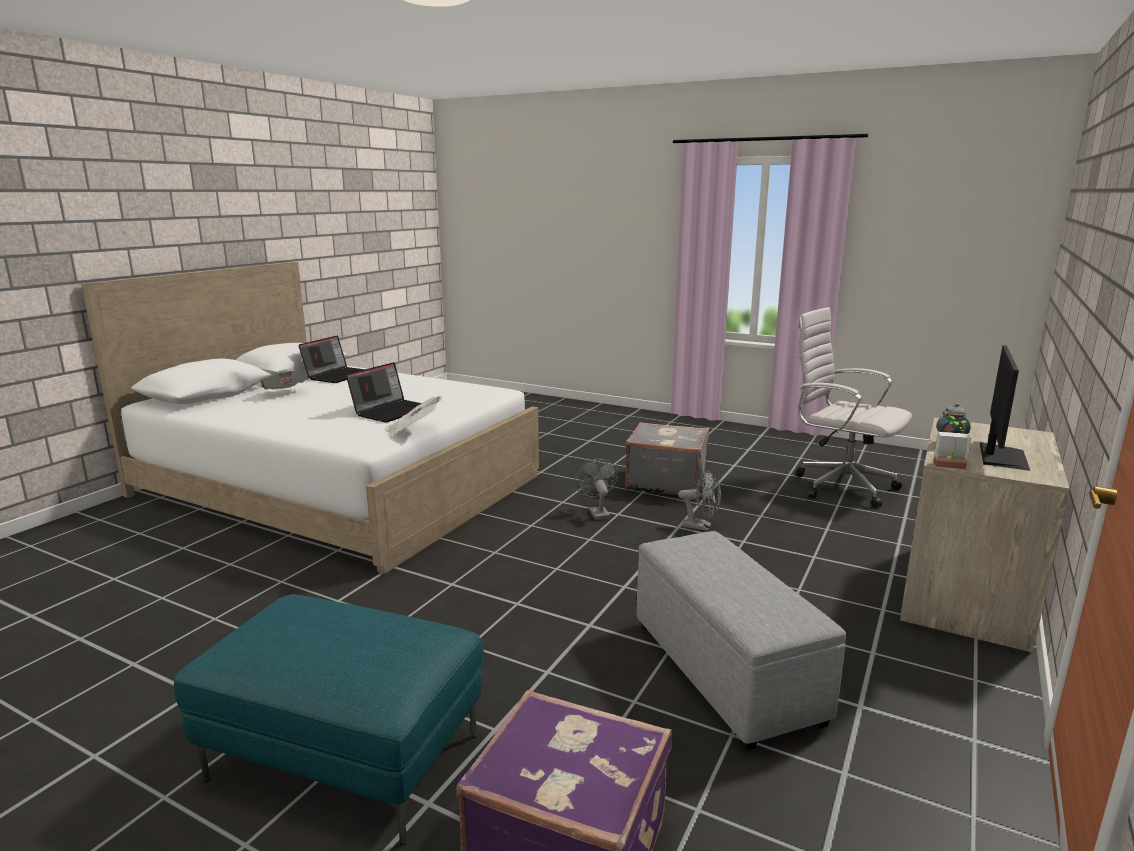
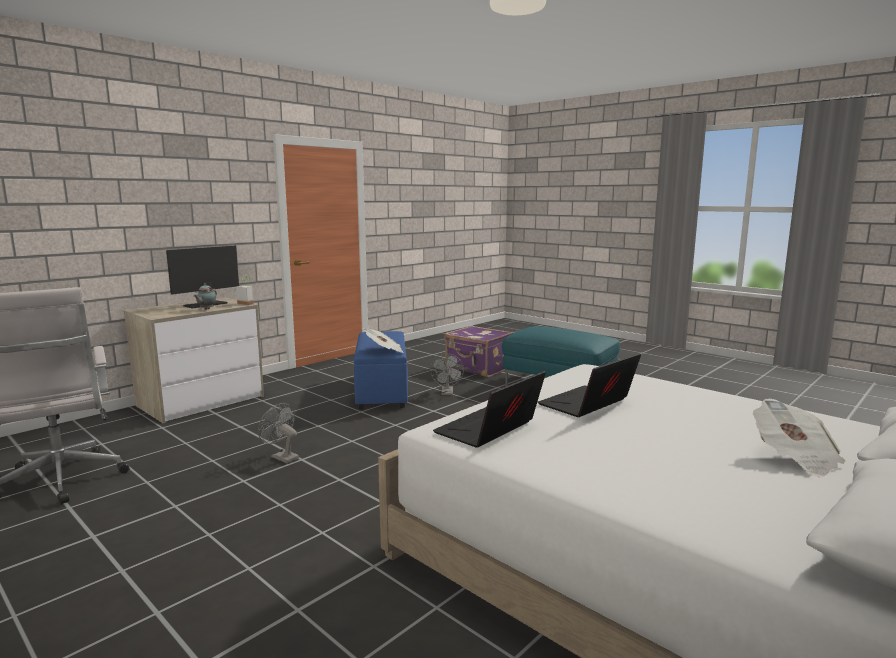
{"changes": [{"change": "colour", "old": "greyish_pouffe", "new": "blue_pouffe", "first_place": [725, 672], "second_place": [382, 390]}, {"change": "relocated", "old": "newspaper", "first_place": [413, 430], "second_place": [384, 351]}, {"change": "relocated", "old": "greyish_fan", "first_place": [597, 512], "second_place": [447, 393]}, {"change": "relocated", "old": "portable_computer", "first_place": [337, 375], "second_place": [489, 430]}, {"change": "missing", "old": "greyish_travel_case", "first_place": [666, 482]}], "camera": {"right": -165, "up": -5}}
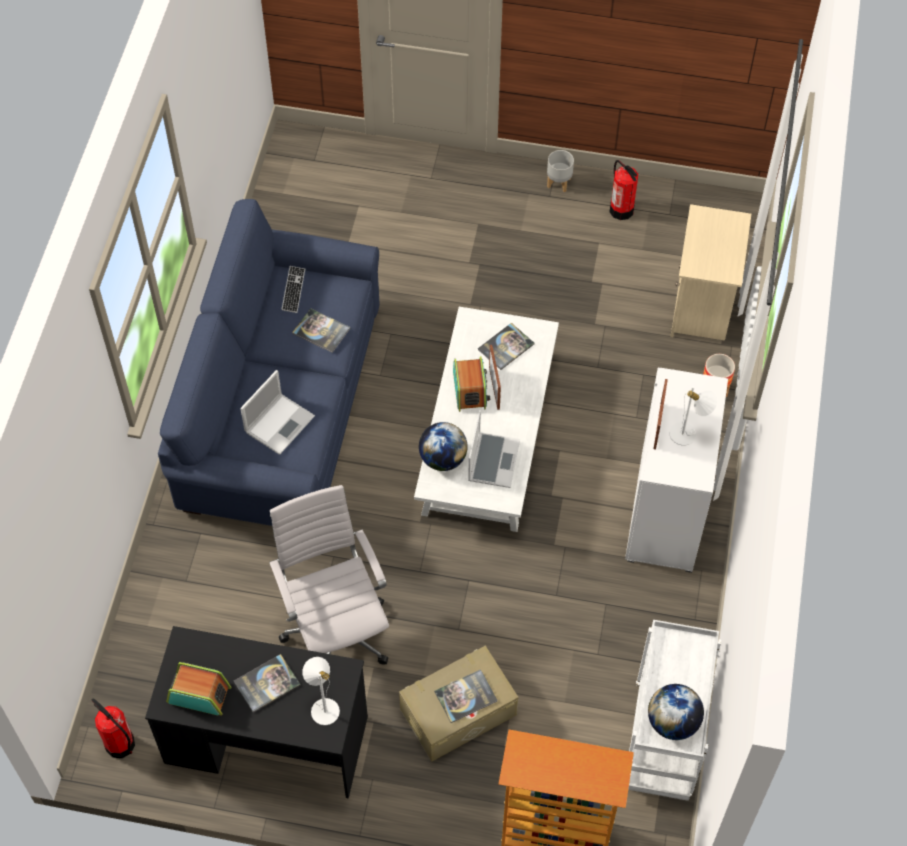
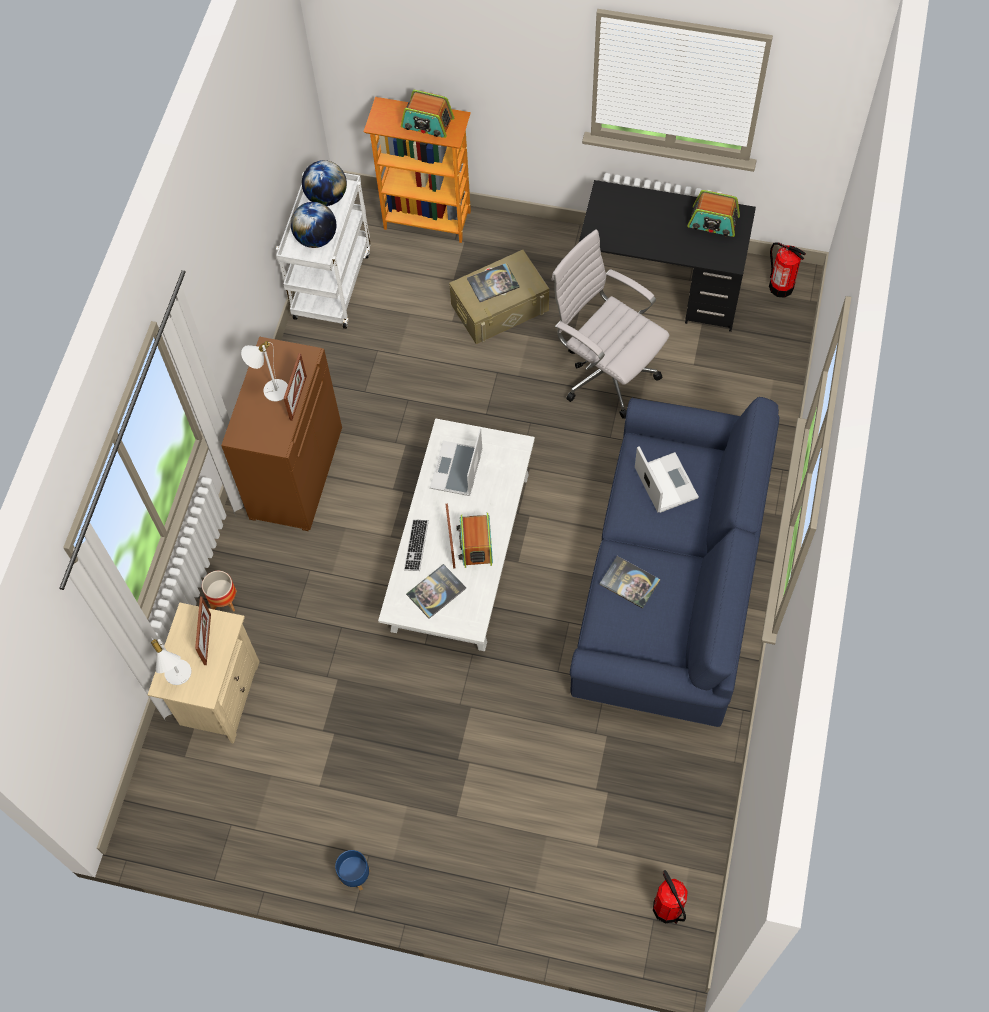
{"changes": [{"change": "relocated", "old": "white-coloured_lamp_for_a_table", "first_place": [323, 706], "second_place": [179, 677]}, {"change": "appeared", "new": "standing_frame", "second_place": [207, 639]}, {"change": "colour", "old": "white-coloured_cupboard", "new": "brown-coloured_cupboard", "first_place": [667, 513], "second_place": [295, 472]}, {"change": "relocated", "old": "desk_globe", "first_place": [443, 459], "second_place": [316, 238]}, {"change": "colour", "old": "greyish_flower_pot", "new": "blue_flower_pot", "first_place": [559, 182], "second_place": [355, 876]}, {"change": "appeared", "new": "radio_receiver", "second_place": [427, 123]}, {"change": "relocated", "old": "keyboard", "first_place": [293, 290], "second_place": [416, 546]}, {"change": "spun", "old": "white-coloured_office_chair", "first_place": [335, 630], "second_place": [605, 373], "degrees": 150}, {"change": "spun", "old": "portable_computer", "first_place": [280, 423], "second_place": [665, 482], "degrees": 120}, {"change": "relocated", "old": "extinguisher", "first_place": [621, 209], "second_place": [667, 908]}, {"change": "missing", "old": "book", "first_place": [267, 683]}], "camera": {"right": -175, "up": 5}}
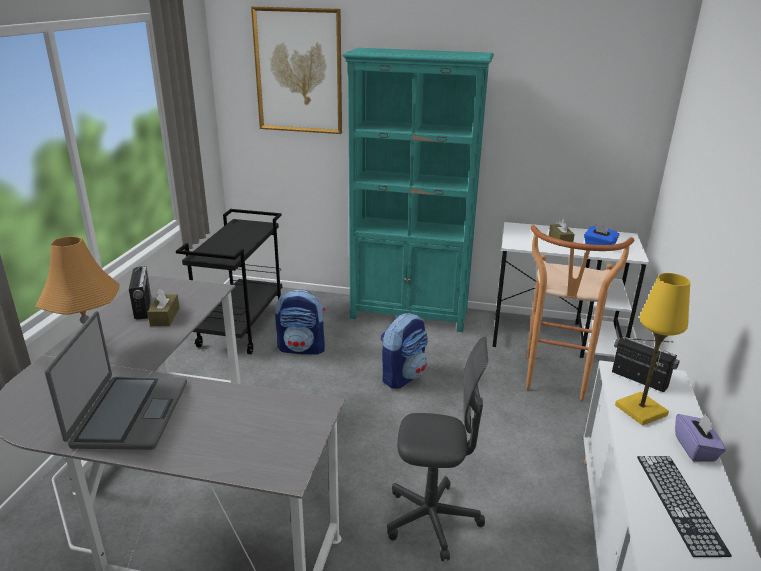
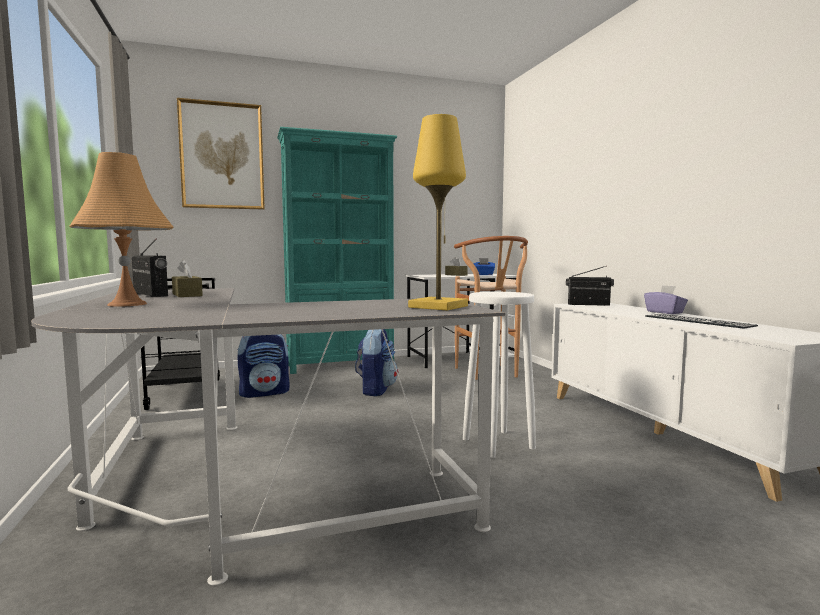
{"changes": [{"change": "relocated", "old": "yellow-coloured_lamp_for_a_table", "first_place": [641, 410], "second_place": [438, 307]}, {"change": "exchanged", "old": "greyish_office_chair", "new": "white-coloured_stool_seat", "first_place": [432, 520], "second_place": [498, 444]}, {"change": "missing", "old": "portable_computer", "first_place": [129, 413]}], "camera": {"right": -30, "up": -20}}
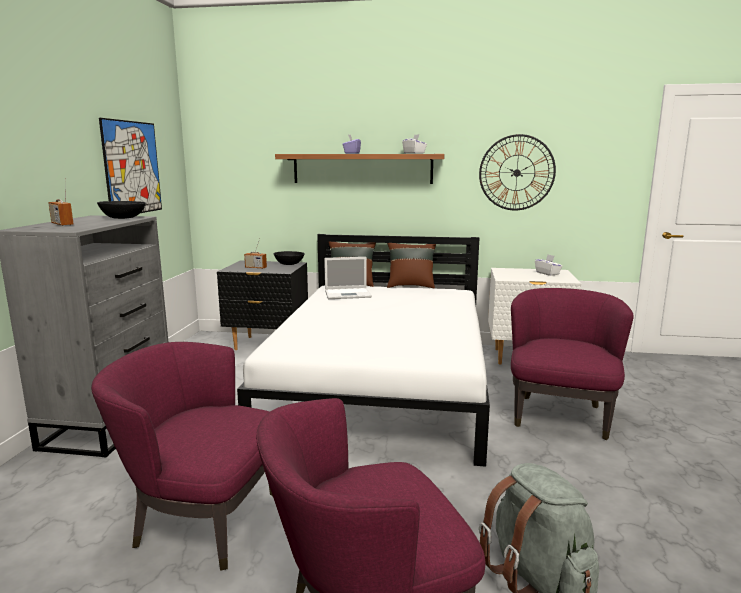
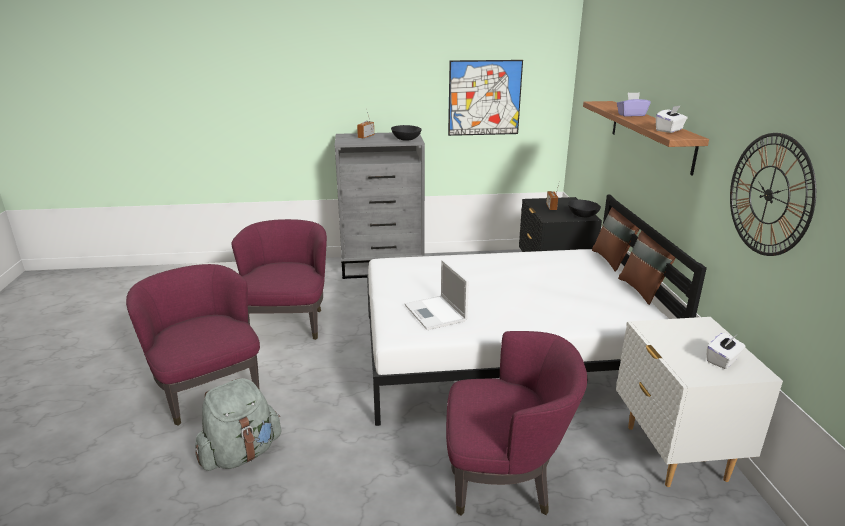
{"changes": [{"change": "relocated", "old": "portable_computer", "first_place": [348, 294], "second_place": [436, 313]}], "camera": {"right": 75, "up": 10}}
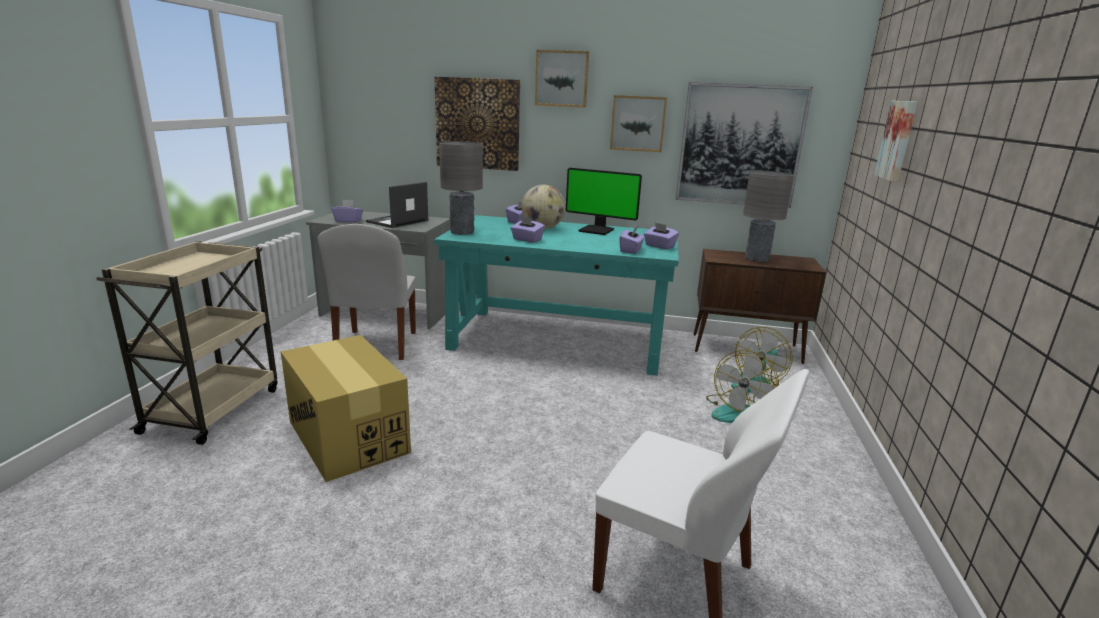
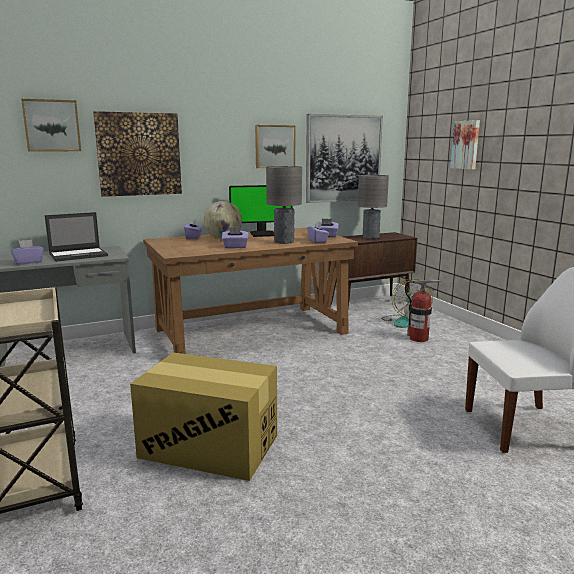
{"changes": [{"change": "relocated", "old": "wall_art", "first_place": [562, 79], "second_place": [52, 125]}, {"change": "spun", "old": "portable_computer", "first_place": [397, 221], "second_place": [79, 255], "degrees": -120}, {"change": "colour", "old": "turquoise_desk_unit", "new": "brown-coloured_desk_unit", "first_place": [558, 339], "second_place": [250, 331]}, {"change": "relocated", "old": "greyish_lamp_for_a_table", "first_place": [462, 232], "second_place": [284, 242]}, {"change": "exchanged", "old": "fan", "new": "extinguisher", "first_place": [736, 411], "second_place": [419, 338]}, {"change": "missing", "old": "white-coloured_upright_chair", "first_place": [376, 346]}], "camera": {"right": -35, "up": -5}}
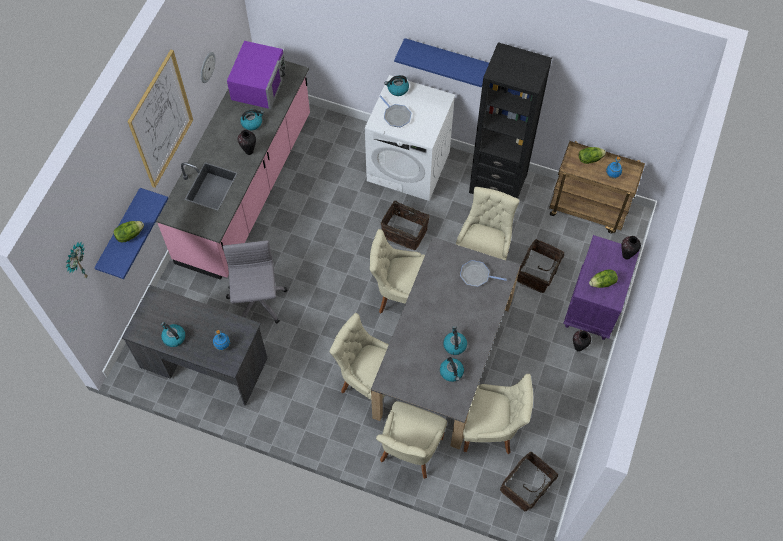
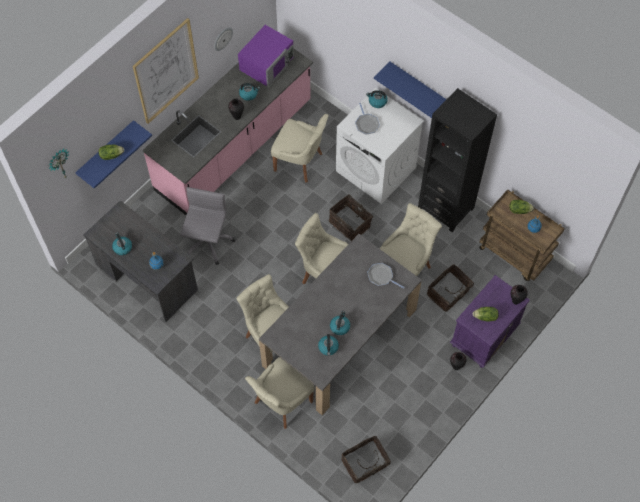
{"changes": [{"change": "relocated", "old": "sand-coloured_upright_chair", "first_place": [490, 429], "second_place": [300, 162]}], "camera": {"right": 20, "up": 0}}
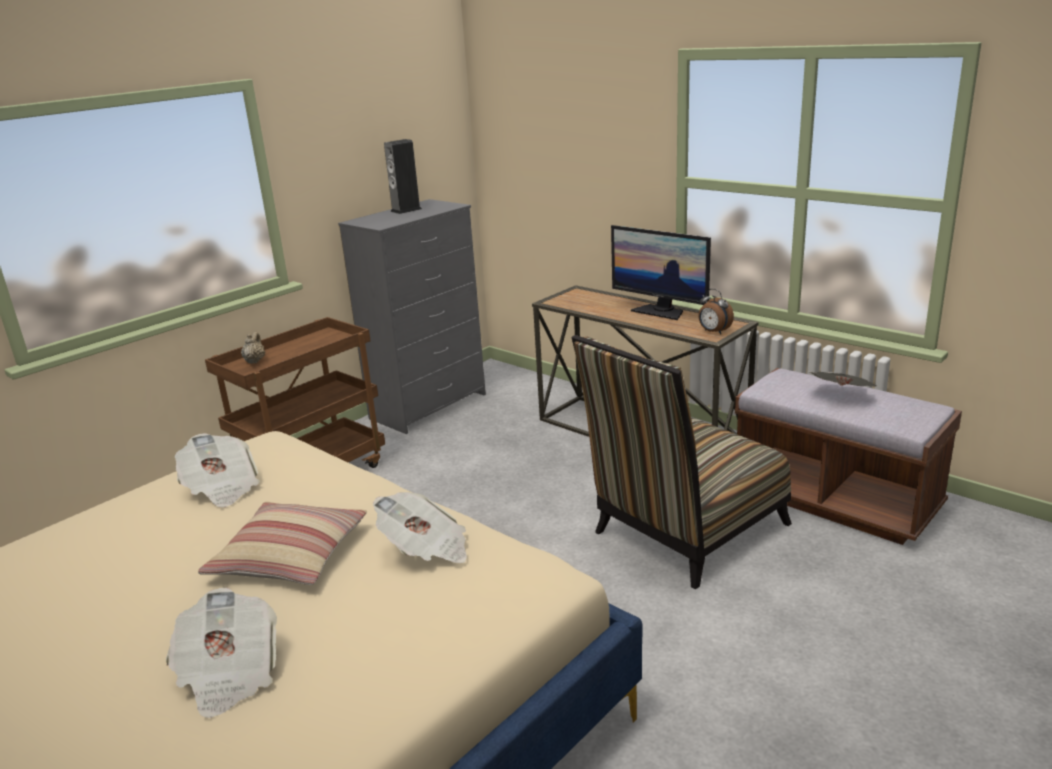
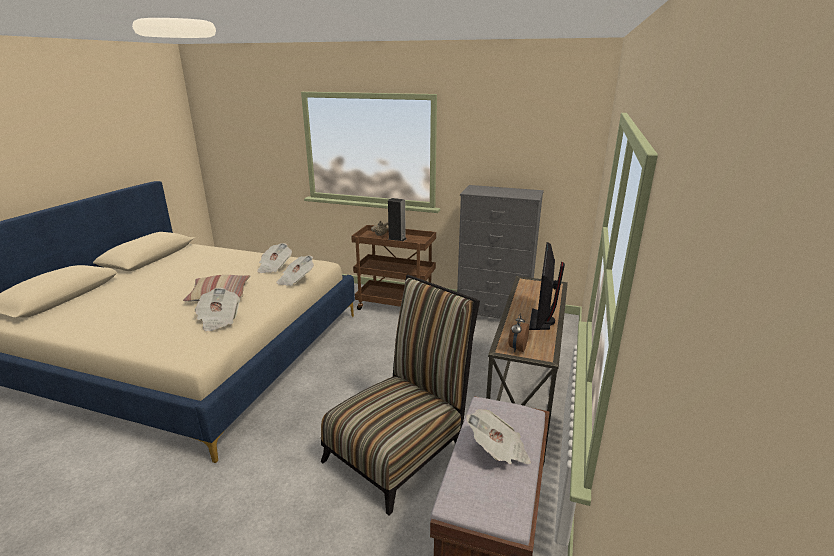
{"changes": [{"change": "relocated", "old": "newspaper", "first_place": [229, 674], "second_place": [296, 280]}, {"change": "spun", "old": "upright_chair", "first_place": [683, 533], "second_place": [400, 449], "degrees": 105}, {"change": "relocated", "old": "speaker", "first_place": [406, 210], "second_place": [397, 239]}], "camera": {"right": 65, "up": 0}}
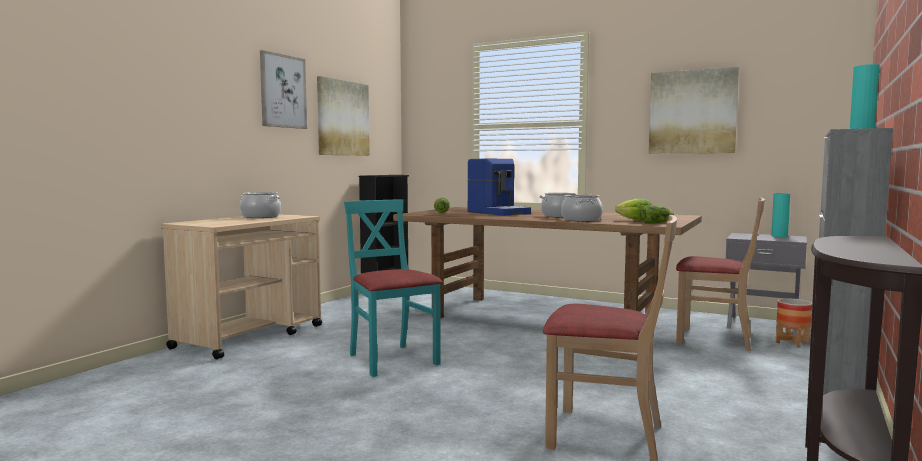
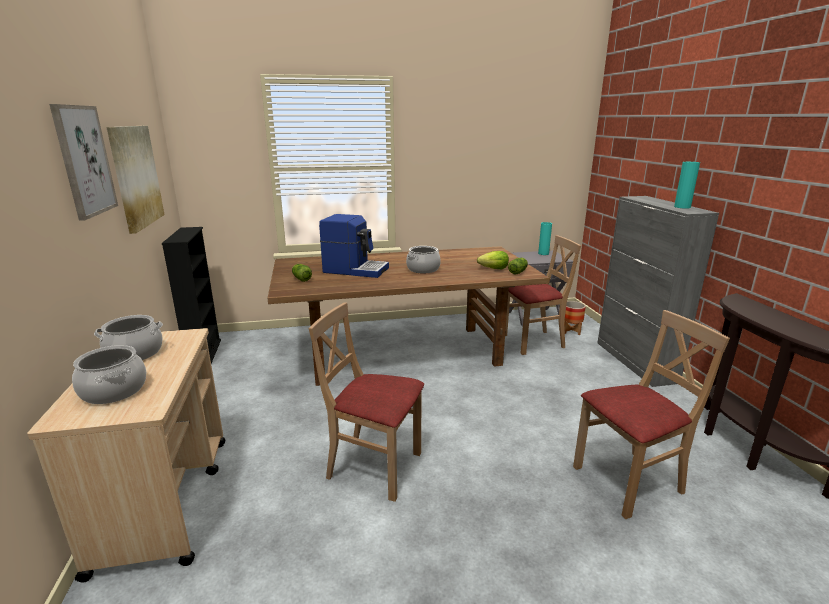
{"changes": [{"change": "relocated", "old": "stockpot", "first_place": [581, 220], "second_place": [114, 390]}, {"change": "colour", "old": "turquoise_upright_chair", "new": "sand-coloured_upright_chair", "first_place": [392, 360], "second_place": [374, 466]}, {"change": "missing", "old": "wall_art", "first_place": [692, 112]}], "camera": {"right": -40, "up": 15}}
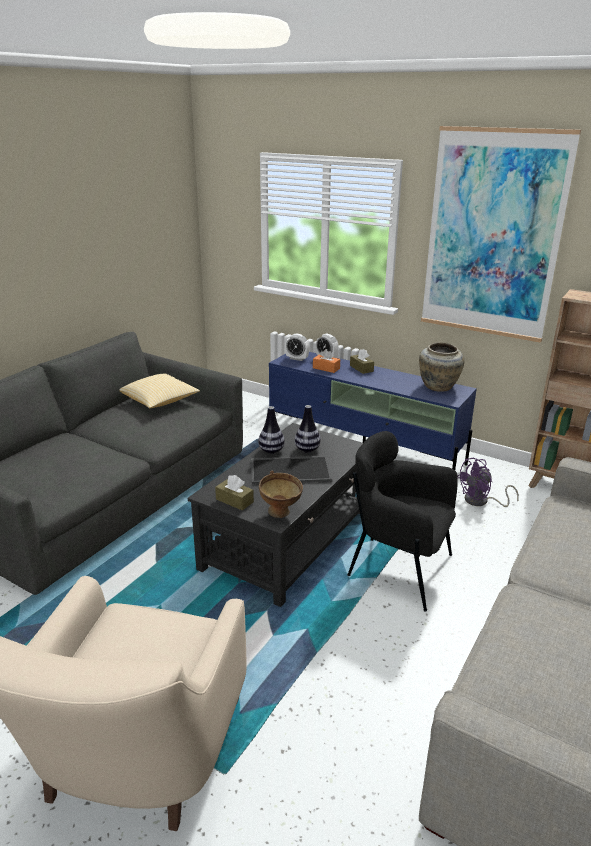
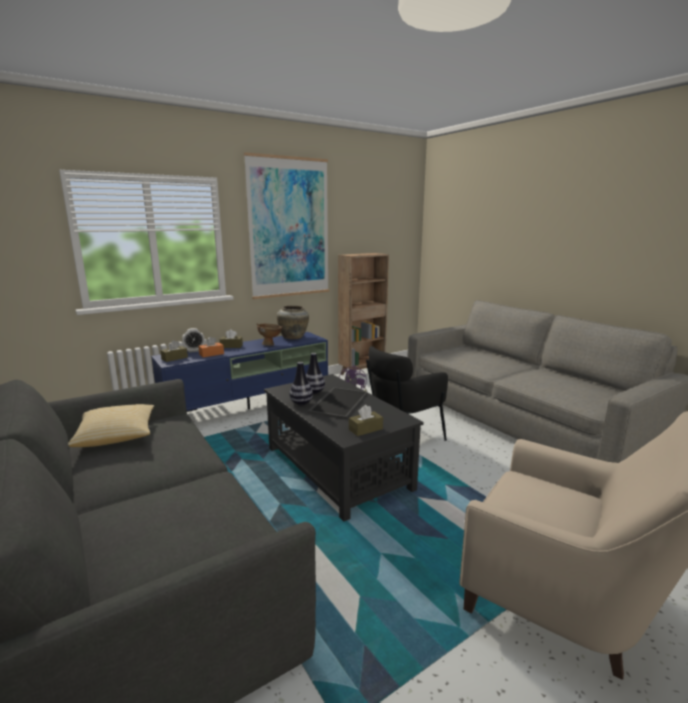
{"changes": [{"change": "exchanged", "old": "bedside_clock", "new": "brown-coloured_tissue_holder", "first_place": [297, 359], "second_place": [174, 358]}, {"change": "relocated", "old": "brown-coloured_serving_bowl", "first_place": [281, 514], "second_place": [271, 344]}], "camera": {"right": -65, "up": -10}}
